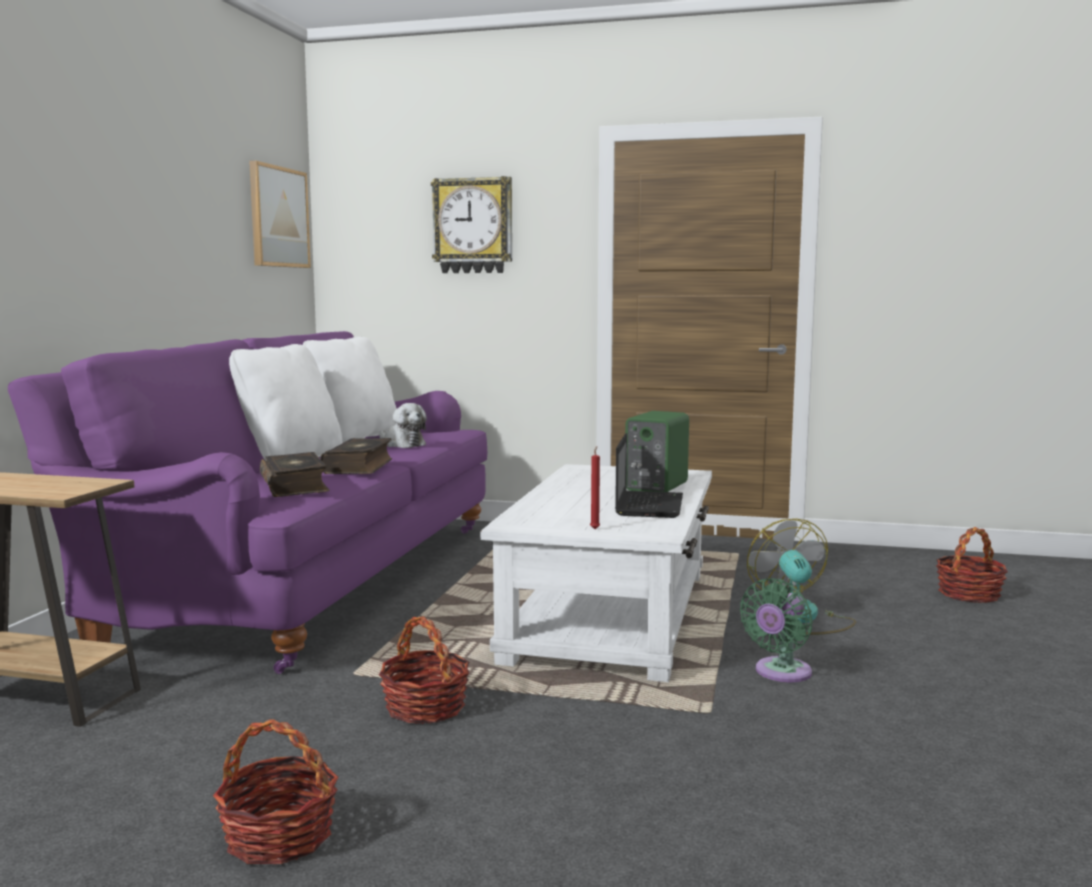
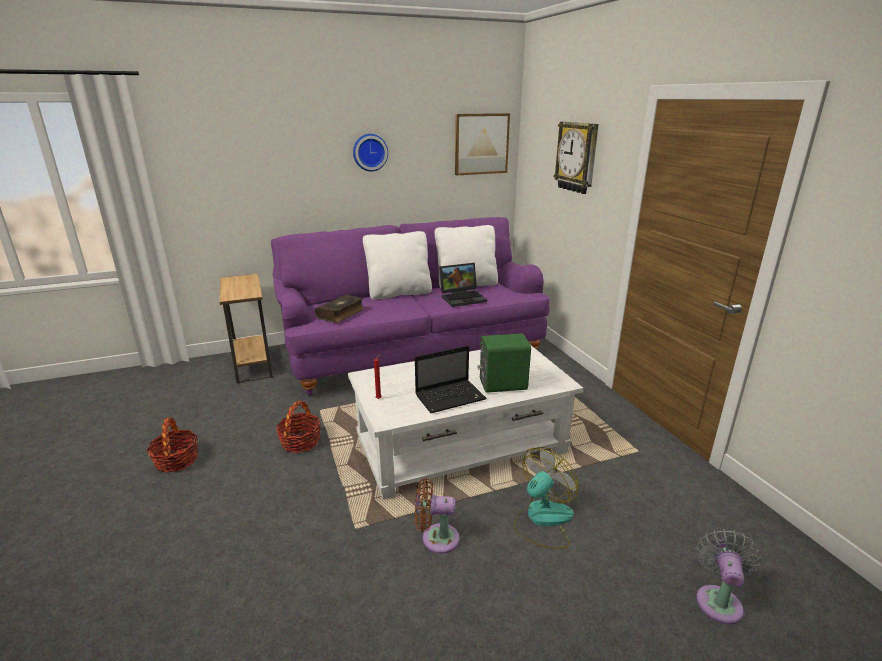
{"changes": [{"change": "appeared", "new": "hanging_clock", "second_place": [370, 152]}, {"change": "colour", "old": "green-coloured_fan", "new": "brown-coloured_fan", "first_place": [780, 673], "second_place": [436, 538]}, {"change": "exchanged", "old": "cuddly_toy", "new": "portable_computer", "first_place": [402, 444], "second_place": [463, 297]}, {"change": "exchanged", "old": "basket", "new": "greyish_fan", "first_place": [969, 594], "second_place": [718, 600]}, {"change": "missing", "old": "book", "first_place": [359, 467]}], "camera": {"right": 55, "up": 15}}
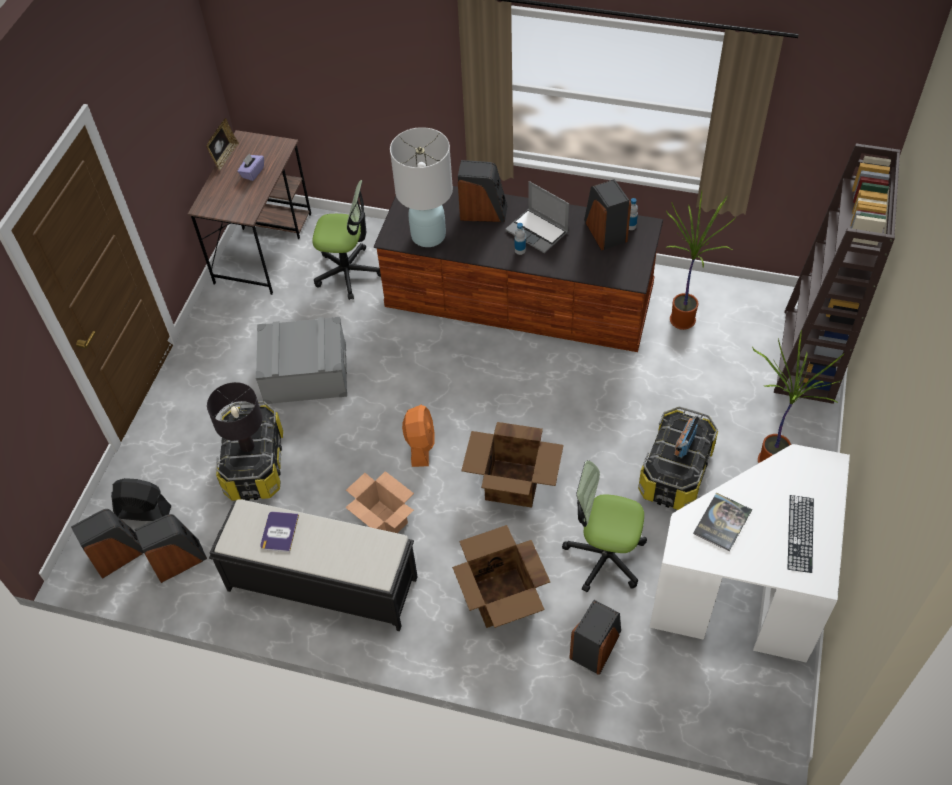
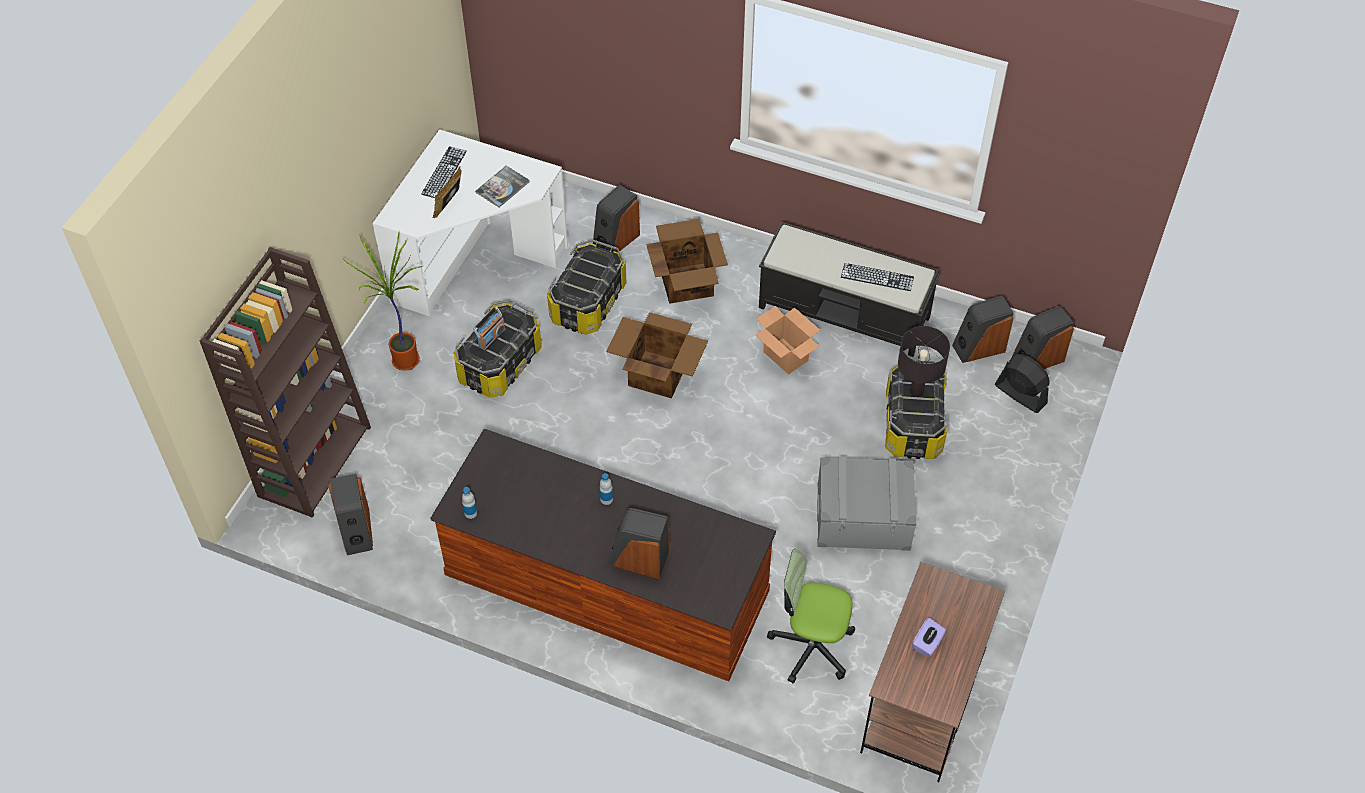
{"changes": [{"change": "relocated", "old": "speaker", "first_place": [604, 231], "second_place": [356, 531]}, {"change": "relocated", "old": "standing_frame", "first_place": [225, 156], "second_place": [449, 205]}, {"change": "exchanged", "old": "office_chair", "new": "storage_container", "first_place": [605, 556], "second_place": [588, 303]}, {"change": "exchanged", "old": "book", "new": "keyboard", "first_place": [279, 532], "second_place": [877, 277]}, {"change": "spun", "old": "black-coloured_fan", "first_place": [143, 512], "second_place": [1020, 394], "degrees": -150}, {"change": "missing", "old": "white-coloured_lamp_for_a_table", "first_place": [428, 235]}, {"change": "missing", "old": "orangey_fan", "first_place": [420, 445]}, {"change": "missing", "old": "portable_computer", "first_place": [538, 231]}, {"change": "missing", "old": "plant_in_a_pot", "first_place": [684, 320]}], "camera": {"right": -175, "up": 0}}
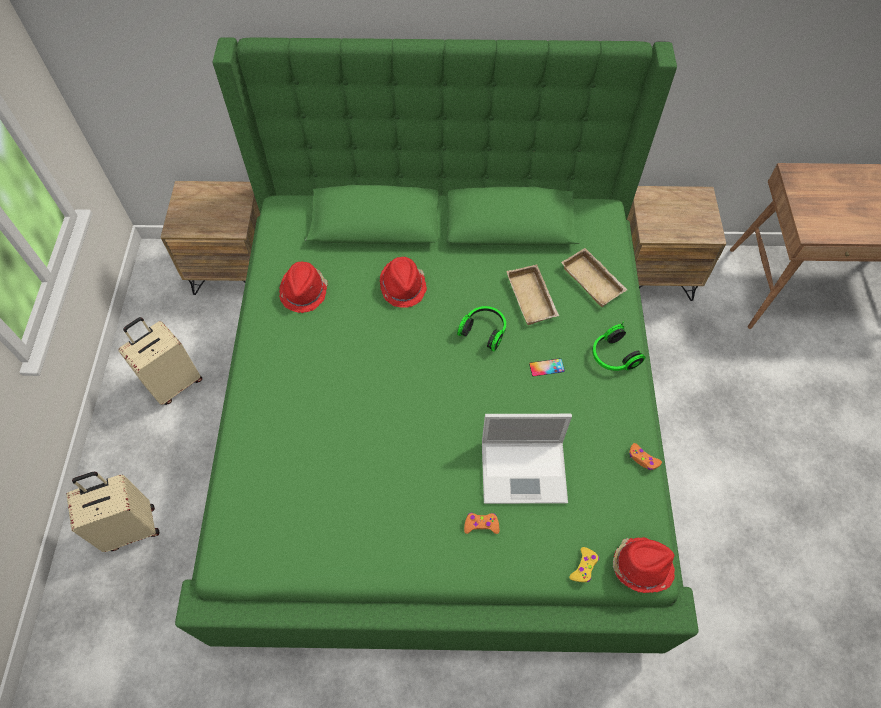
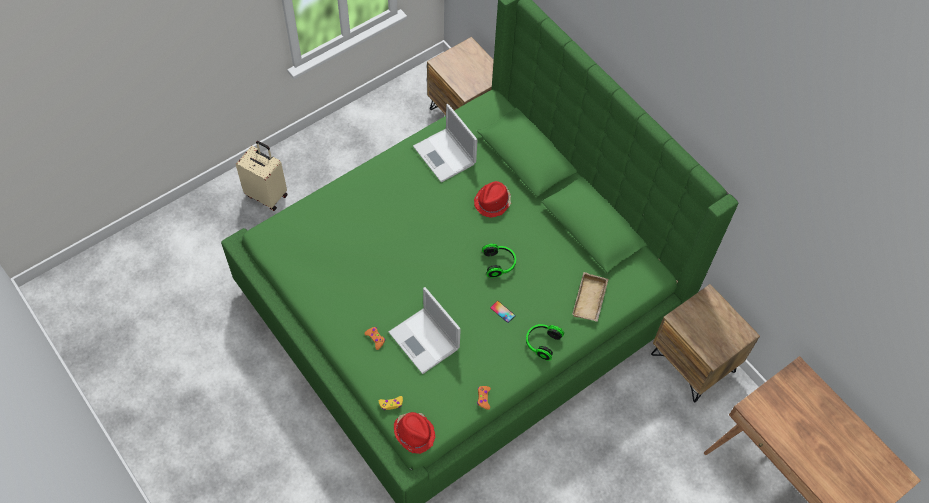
{"changes": [{"change": "exchanged", "old": "reddish_hat", "new": "portable_computer", "first_place": [304, 291], "second_place": [445, 156]}, {"change": "missing", "old": "sand-coloured_travel_case", "first_place": [174, 383]}, {"change": "missing", "old": "sand-coloured_tray", "first_place": [533, 298]}], "camera": {"right": 50, "up": 0}}
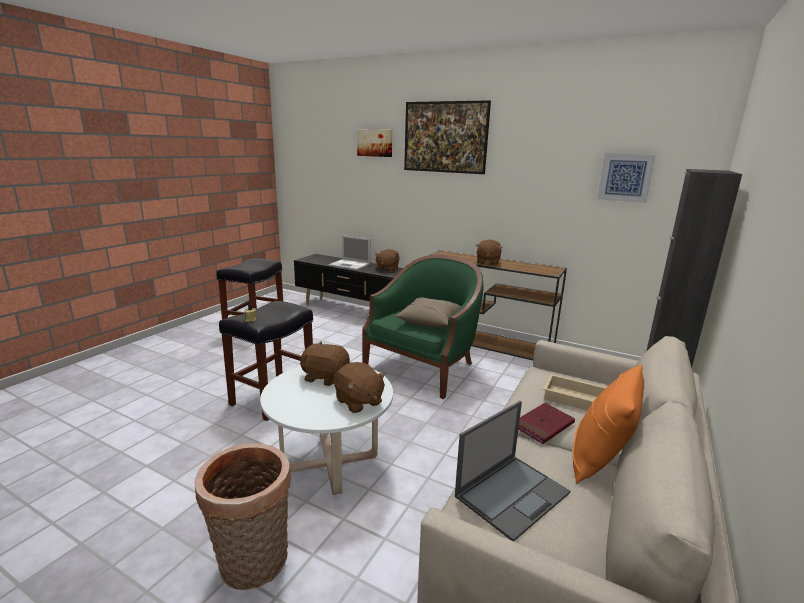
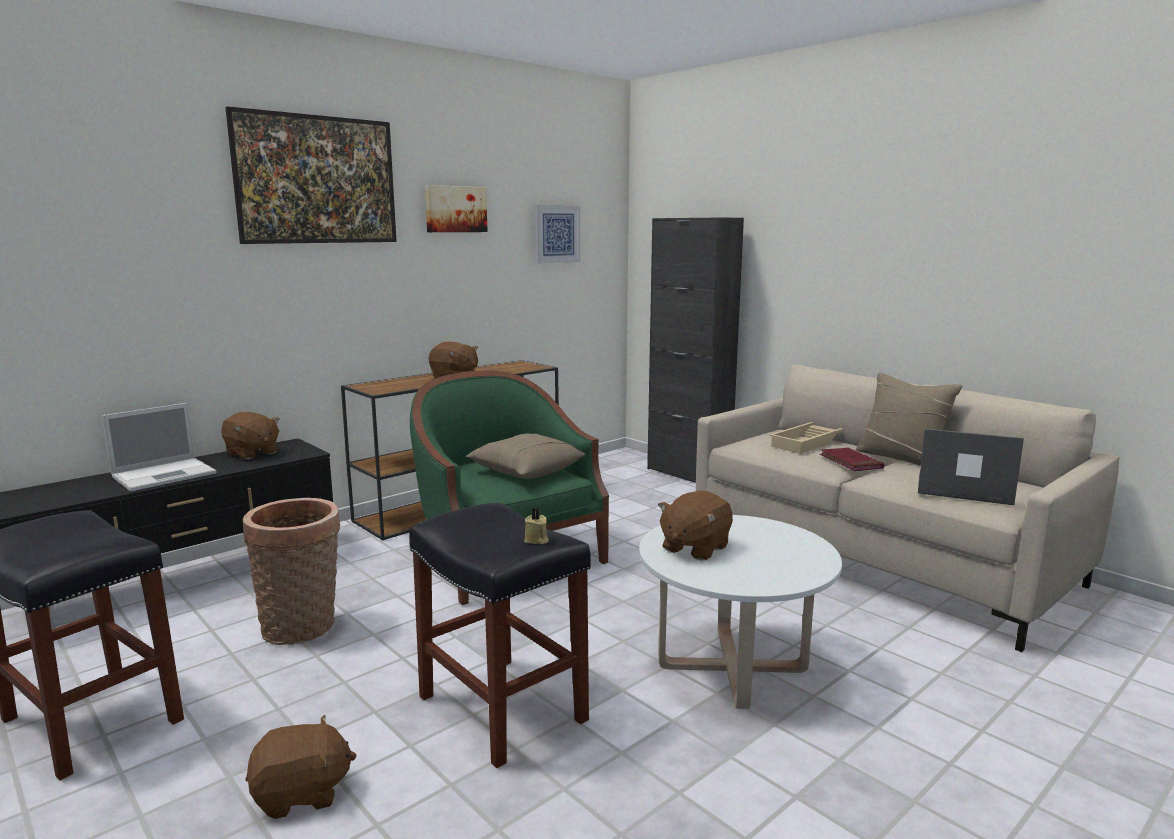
{"changes": [{"change": "relocated", "old": "basket", "first_place": [253, 565], "second_place": [303, 628]}, {"change": "relocated", "old": "brown-coloured_cuddly_toy", "first_place": [358, 402], "second_place": [301, 794]}, {"change": "relocated", "old": "wall_art", "first_place": [375, 143], "second_place": [455, 209]}, {"change": "colour", "old": "orangey_cushion", "new": "sand-coloured_cushion", "first_place": [599, 459], "second_place": [902, 458]}, {"change": "spun", "old": "portable_computer", "first_place": [512, 494], "second_place": [962, 489], "degrees": -45}], "camera": {"right": -70, "up": -5}}
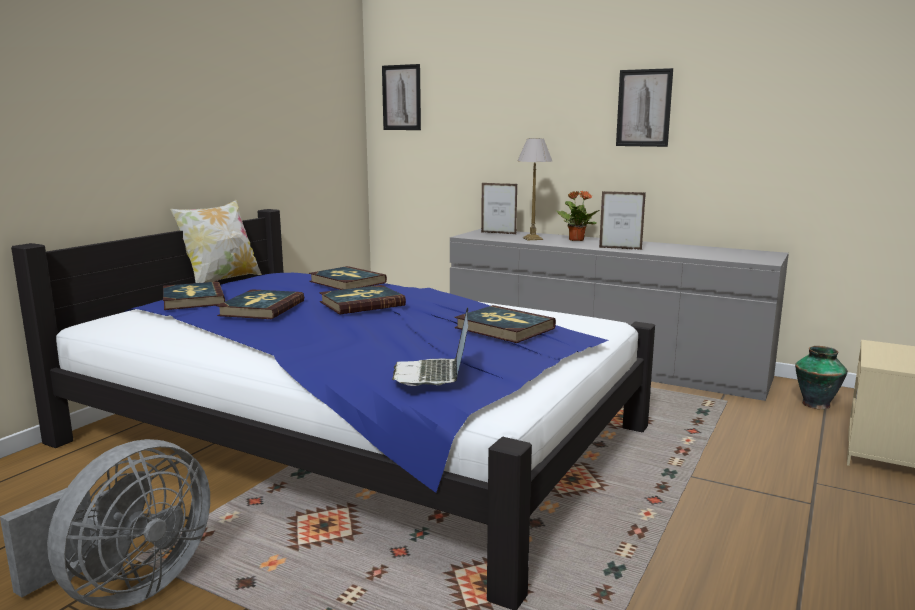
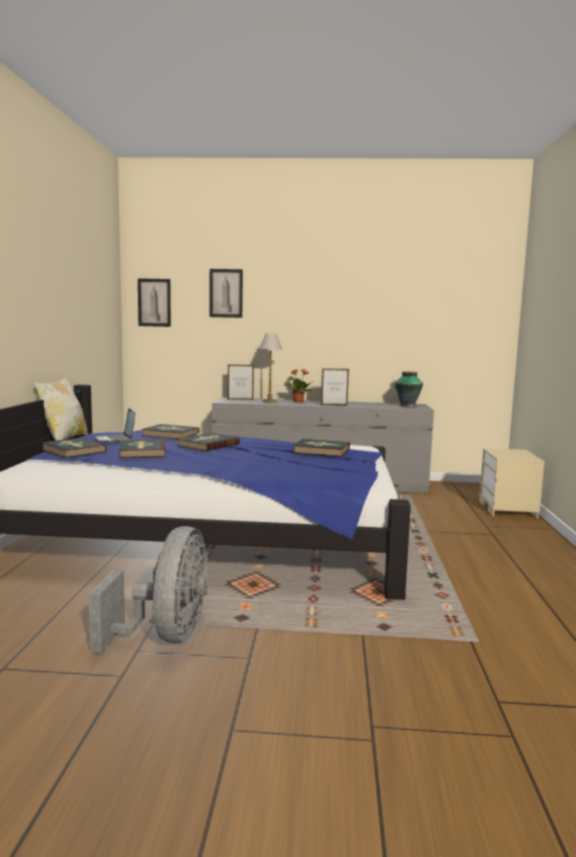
{"changes": [{"change": "relocated", "old": "portable_computer", "first_place": [433, 375], "second_place": [116, 440]}, {"change": "relocated", "old": "wall_art", "first_place": [644, 108], "second_place": [226, 293]}, {"change": "relocated", "old": "flower_vase", "first_place": [815, 404], "second_place": [407, 406]}], "camera": {"right": -25, "up": -5}}
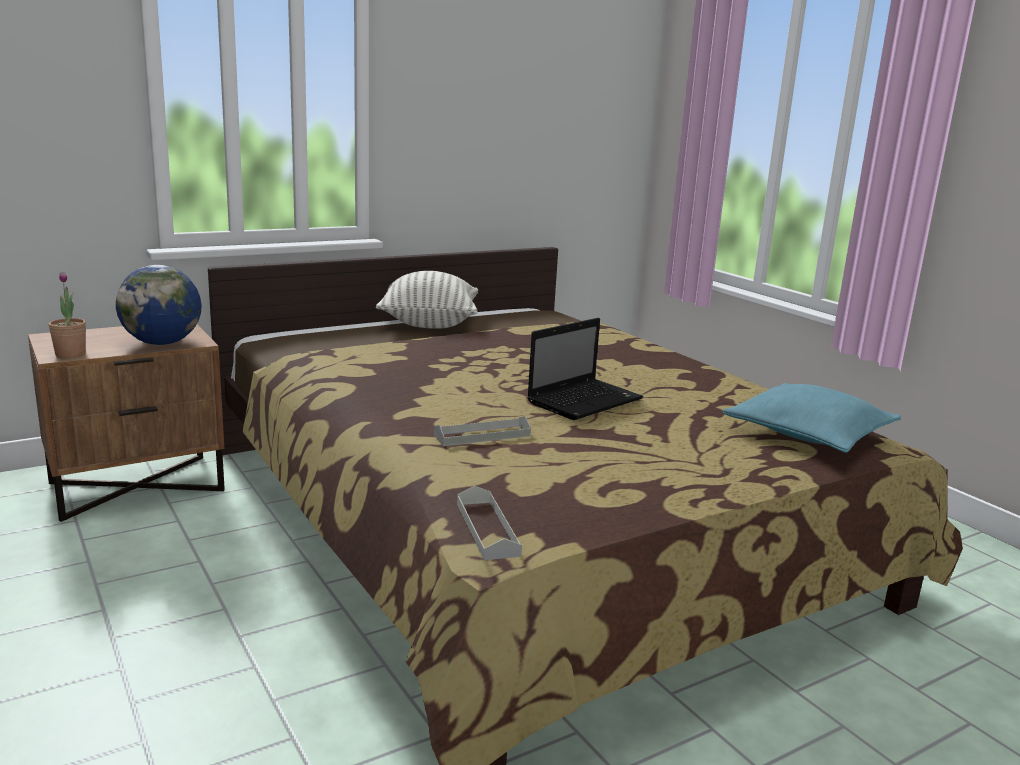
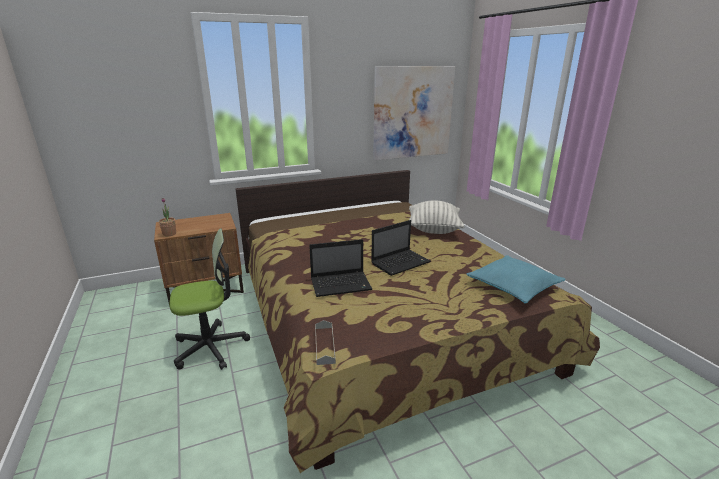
{"changes": [{"change": "appeared", "new": "office_chair", "second_place": [211, 347]}, {"change": "exchanged", "old": "greyish_tray", "new": "portable_computer", "first_place": [482, 435], "second_place": [342, 285]}, {"change": "appeared", "new": "wall_art", "second_place": [413, 113]}, {"change": "relocated", "old": "cushion", "first_place": [429, 324], "second_place": [433, 230]}, {"change": "missing", "old": "desk_globe", "first_place": [162, 343]}], "camera": {"right": 10, "up": 5}}
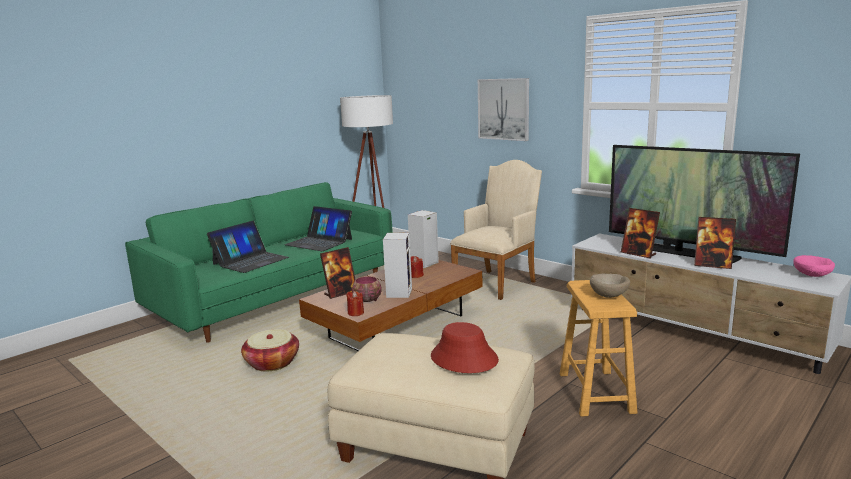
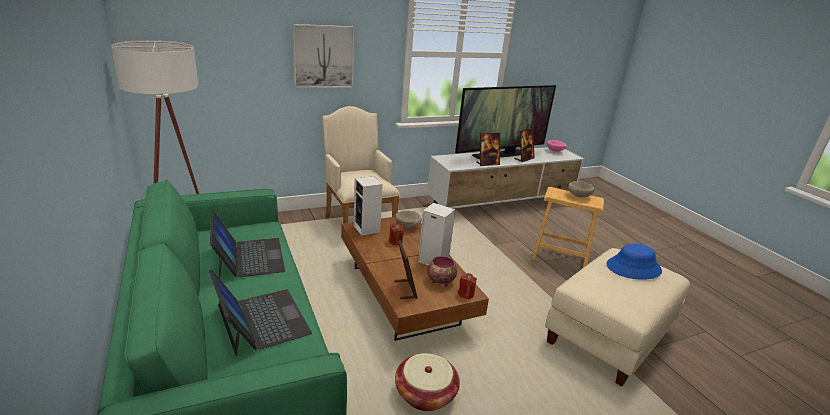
{"changes": [{"change": "spun", "old": "portable_computer", "first_place": [319, 242], "second_place": [249, 257], "degrees": -75}, {"change": "appeared", "new": "sand-coloured_serving_bowl", "second_place": [408, 226]}, {"change": "colour", "old": "reddish_hat", "new": "blue_hat", "first_place": [463, 358], "second_place": [633, 268]}], "camera": {"right": -70, "up": 10}}
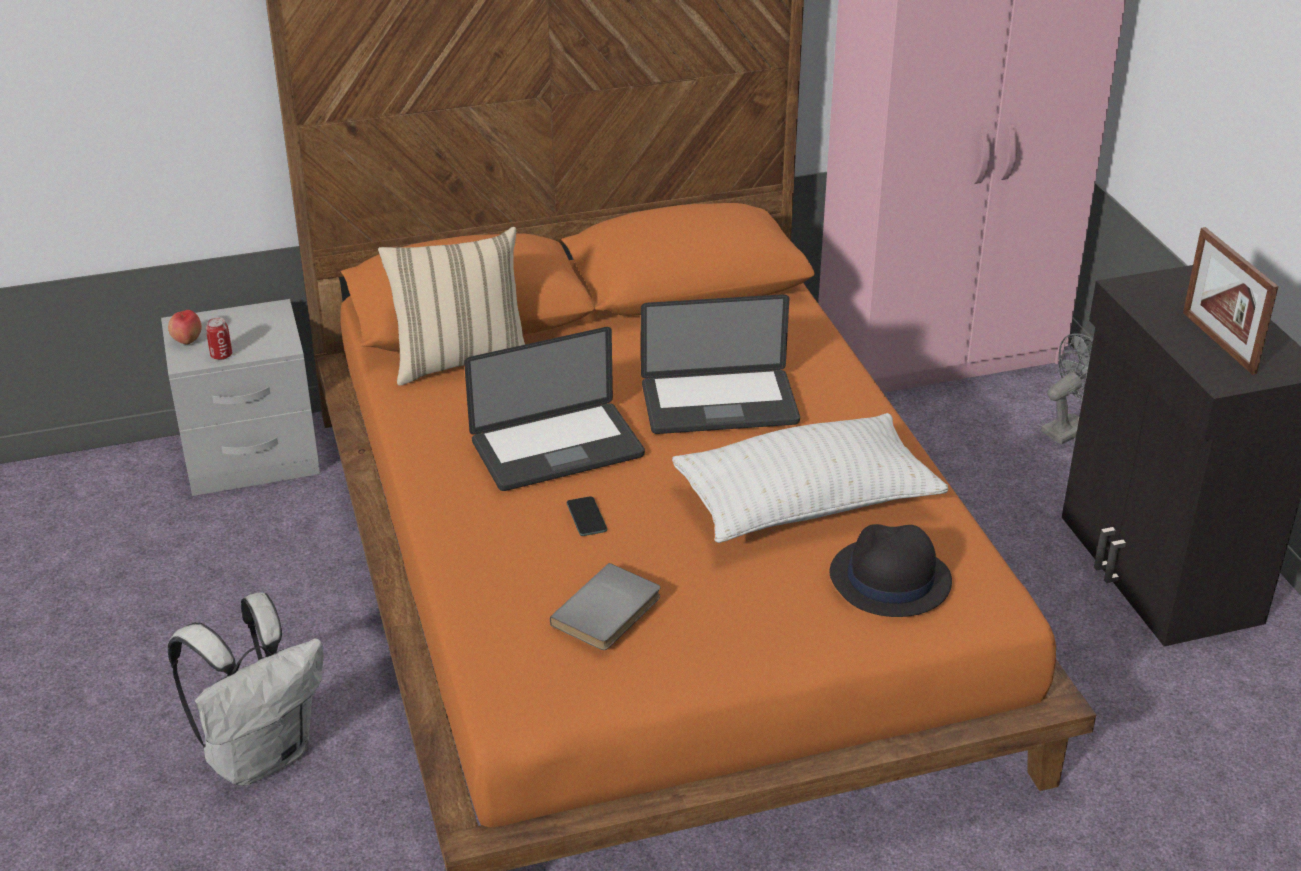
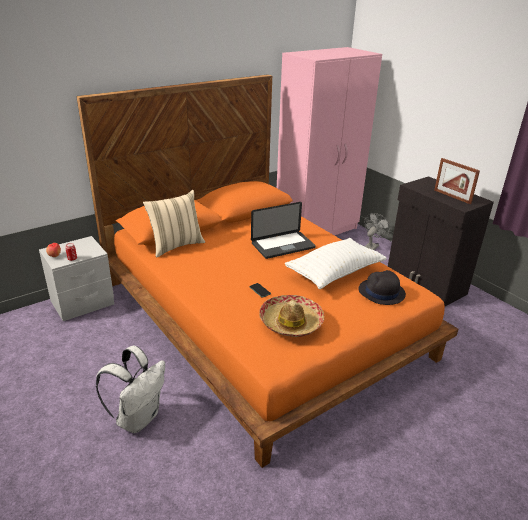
{"changes": [{"change": "exchanged", "old": "greyish_book", "new": "hat", "first_place": [609, 612], "second_place": [291, 322]}, {"change": "missing", "old": "portable_computer", "first_place": [557, 449]}], "camera": {"right": -20, "up": -5}}
